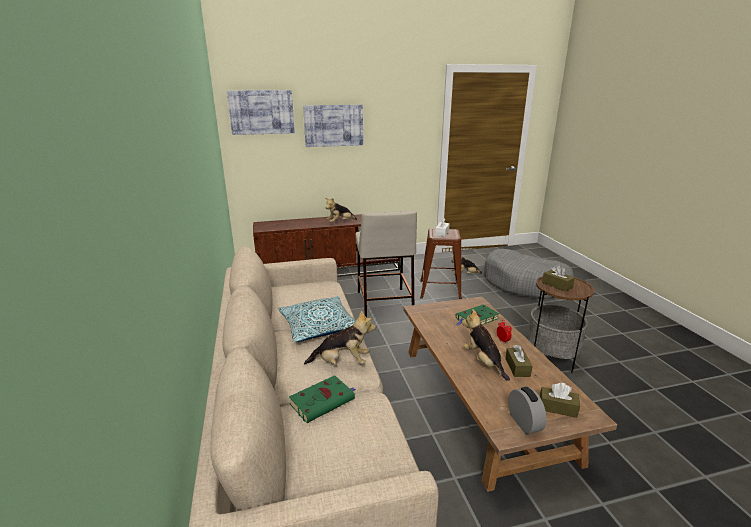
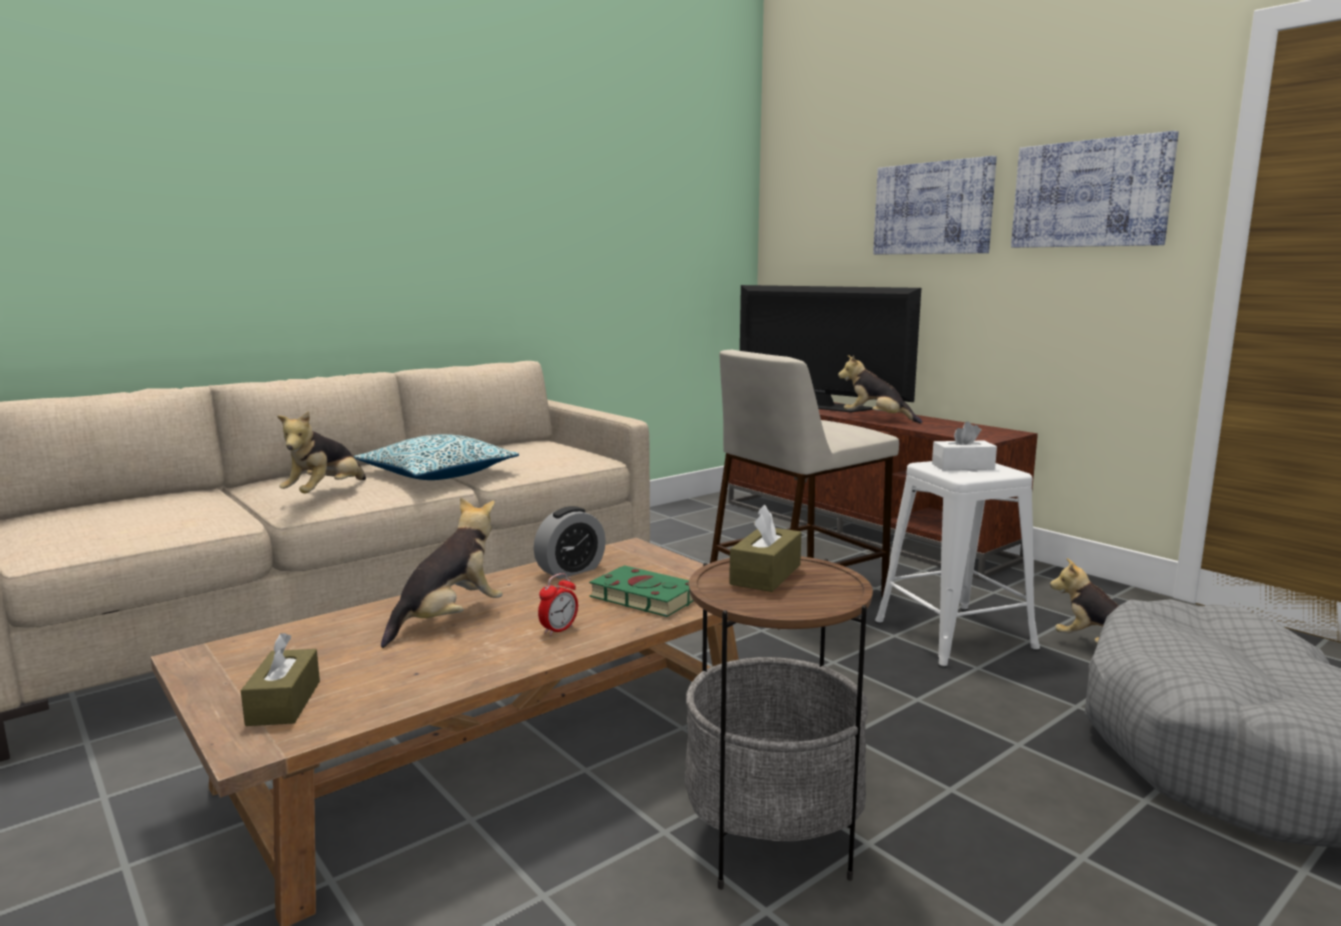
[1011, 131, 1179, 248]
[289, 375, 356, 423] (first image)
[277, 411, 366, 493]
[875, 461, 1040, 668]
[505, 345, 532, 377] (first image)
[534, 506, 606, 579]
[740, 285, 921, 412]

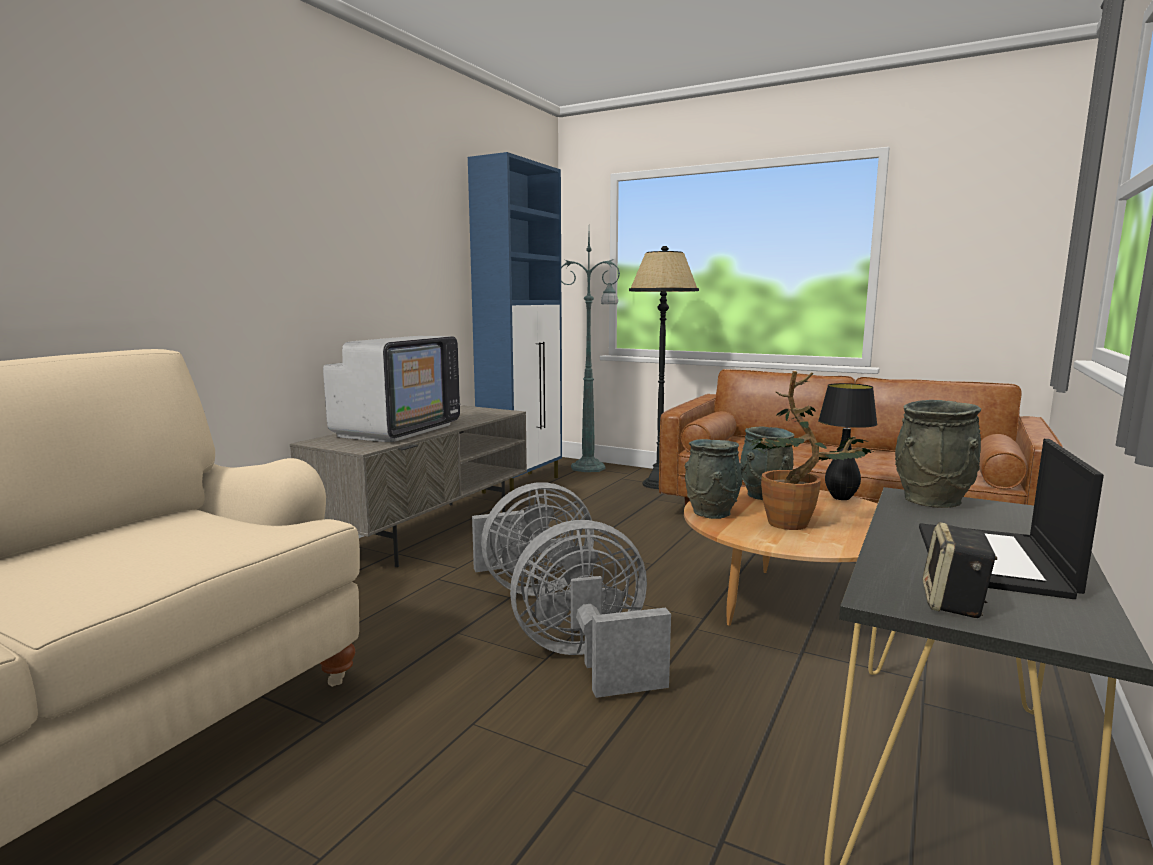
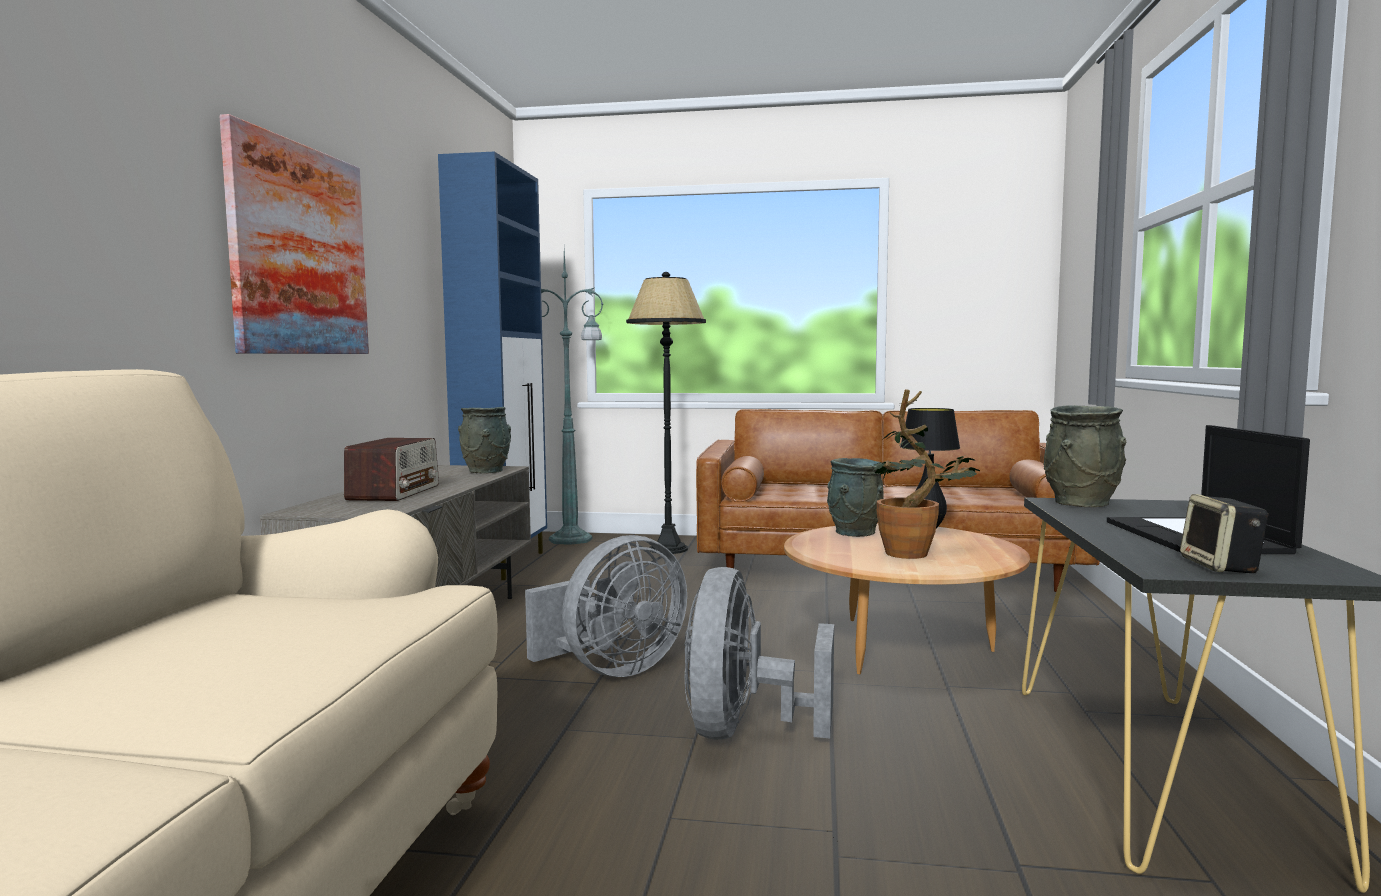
[344, 438, 439, 501]
[684, 567, 834, 740]
[458, 407, 511, 474]
[220, 114, 369, 354]

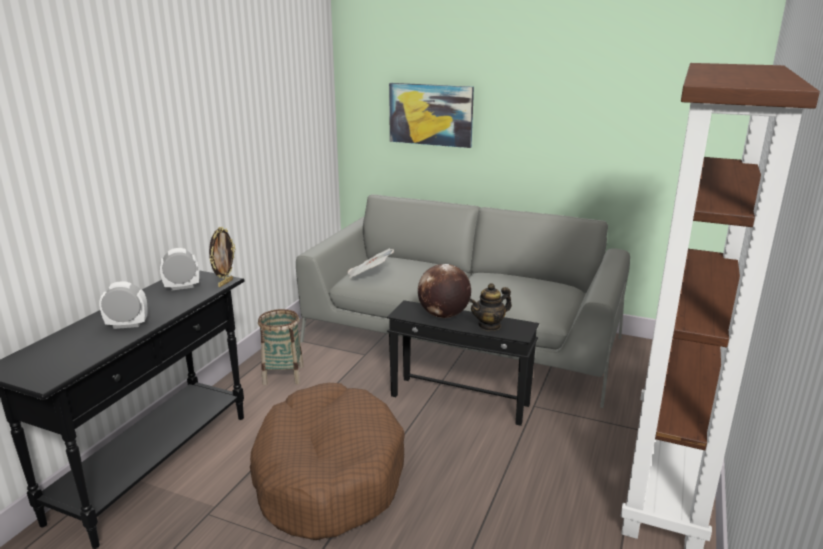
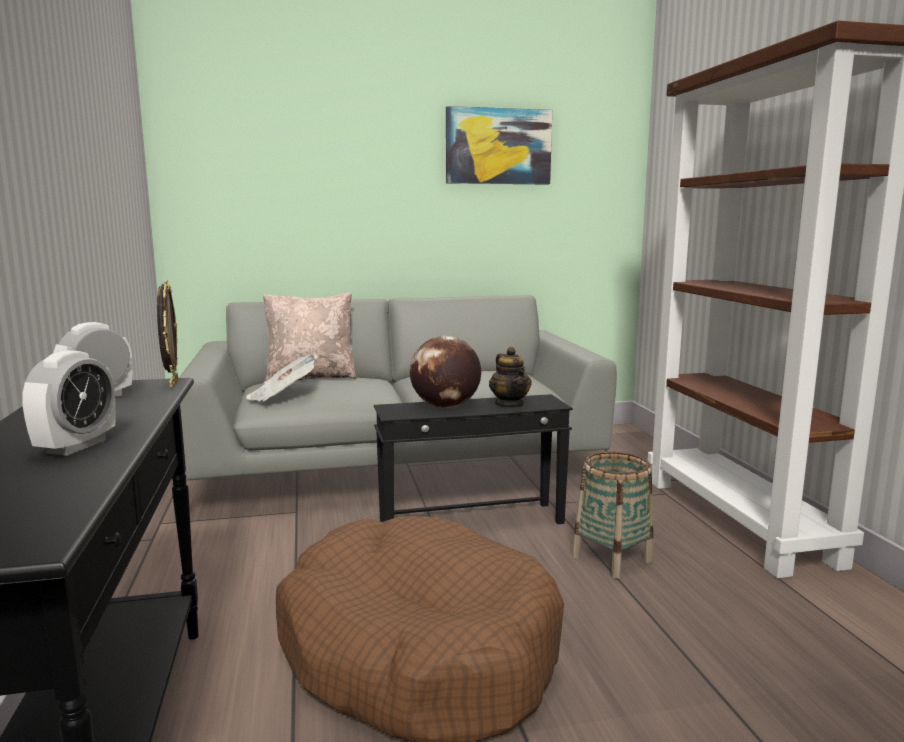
[22, 350, 116, 456]
[572, 452, 653, 579]
[446, 106, 552, 185]
[489, 347, 532, 408]
[263, 293, 357, 382]

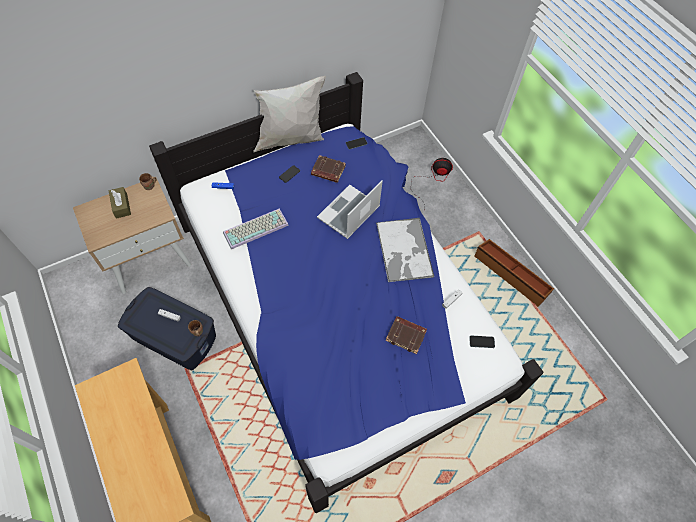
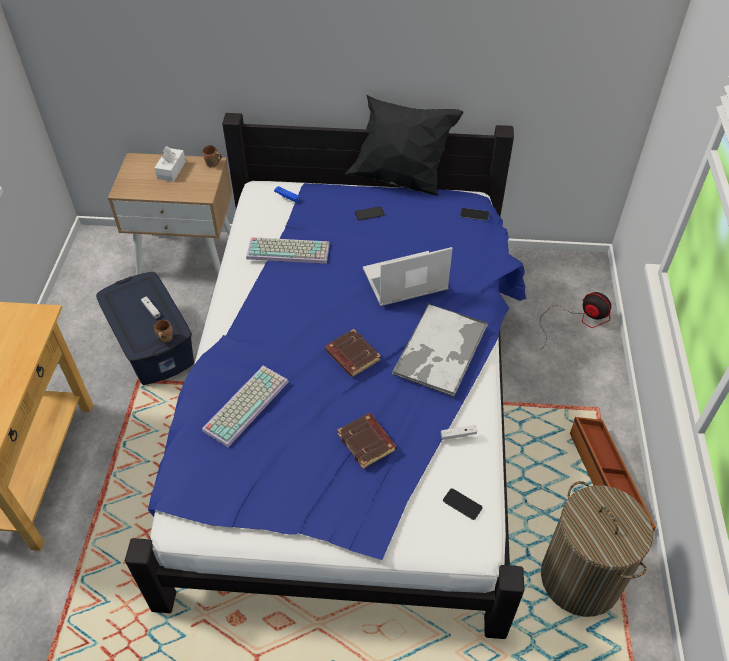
[154, 146, 186, 182]
[345, 95, 464, 196]
[325, 329, 381, 377]
[202, 366, 289, 447]
[541, 481, 653, 617]

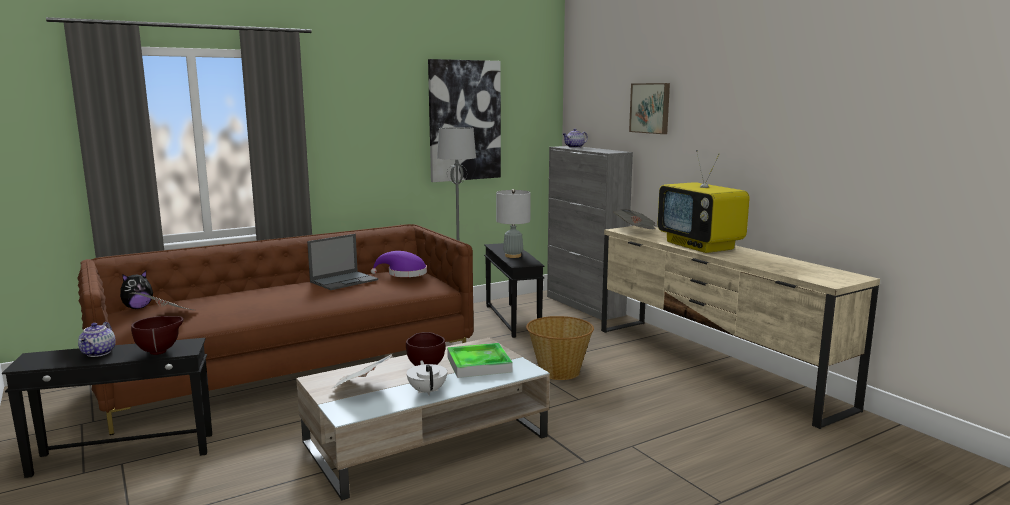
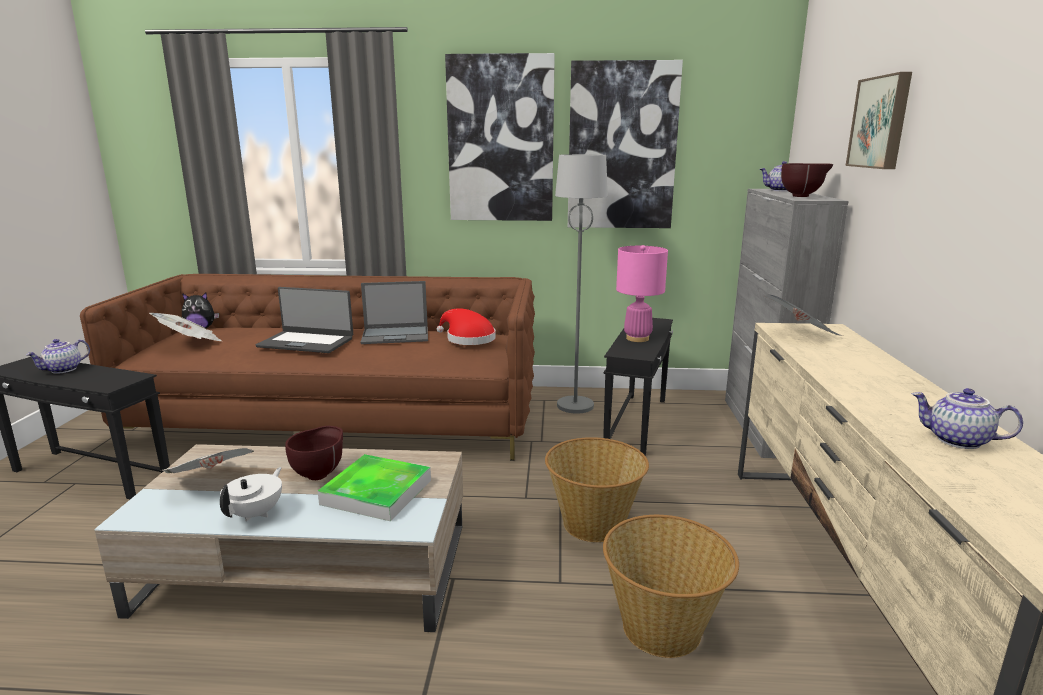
[781, 163, 833, 197]
[437, 308, 496, 345]
[616, 245, 668, 342]
[658, 150, 750, 253] (first image)
[256, 287, 353, 353]
[445, 53, 555, 221]
[603, 515, 739, 658]
[912, 388, 1023, 449]

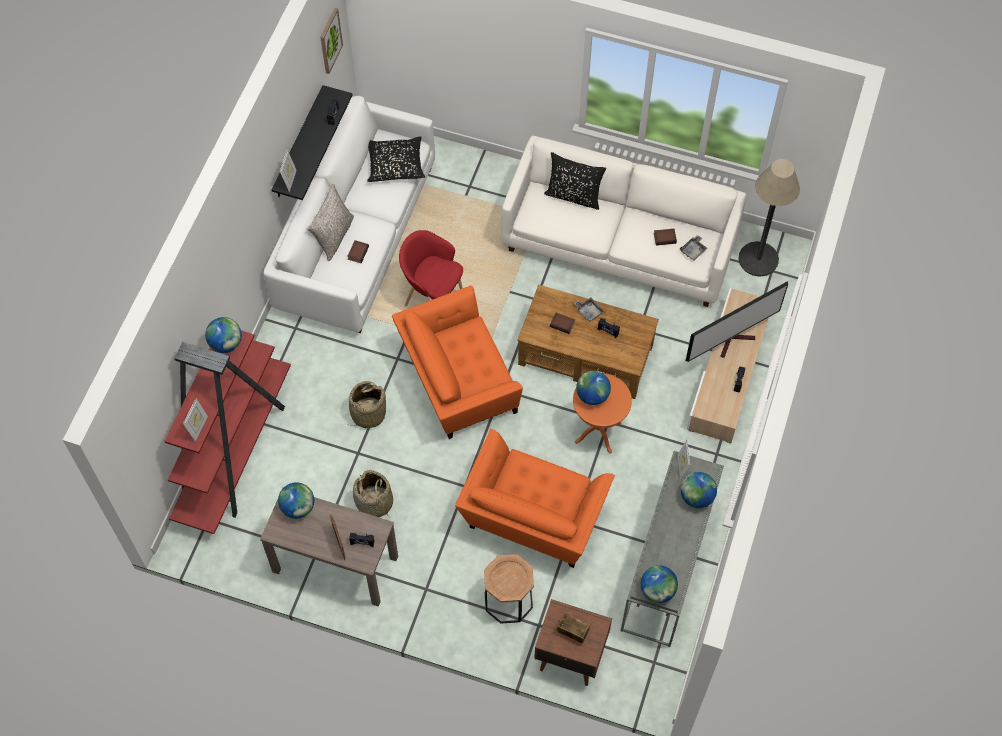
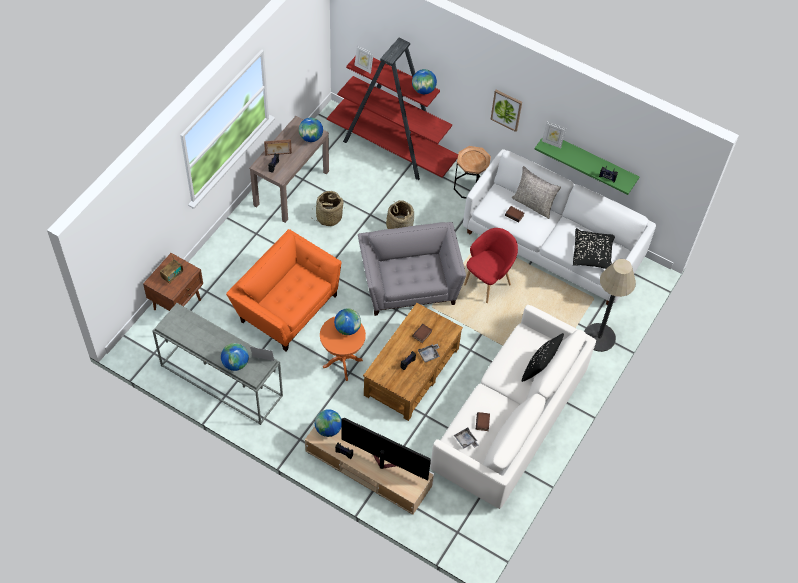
[535, 137, 639, 195]
[490, 90, 522, 132]
[358, 222, 466, 316]
[454, 146, 491, 199]
[315, 409, 341, 437]
[341, 418, 431, 481]
[584, 259, 636, 352]

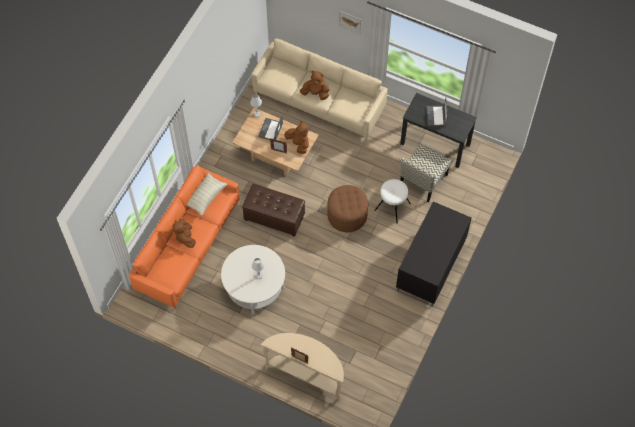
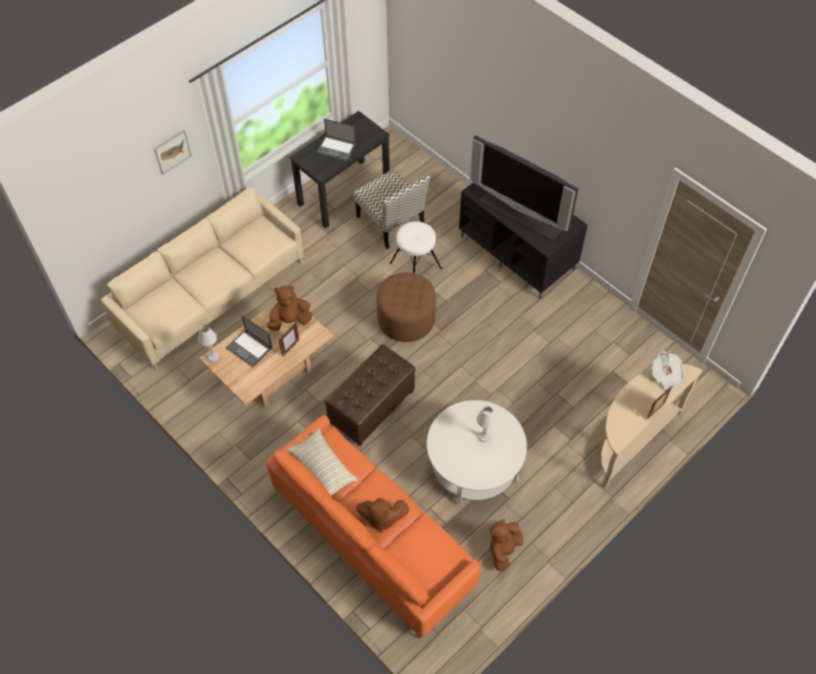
[490, 519, 523, 571]
[470, 135, 579, 241]
[652, 351, 684, 392]

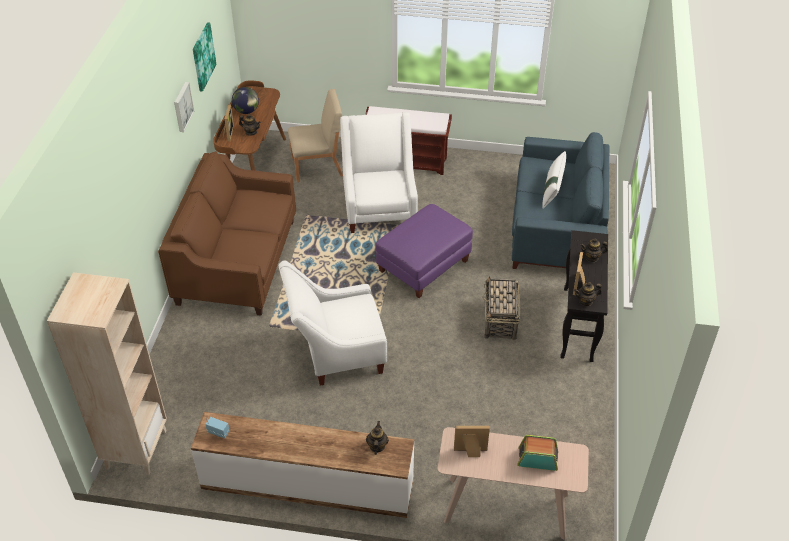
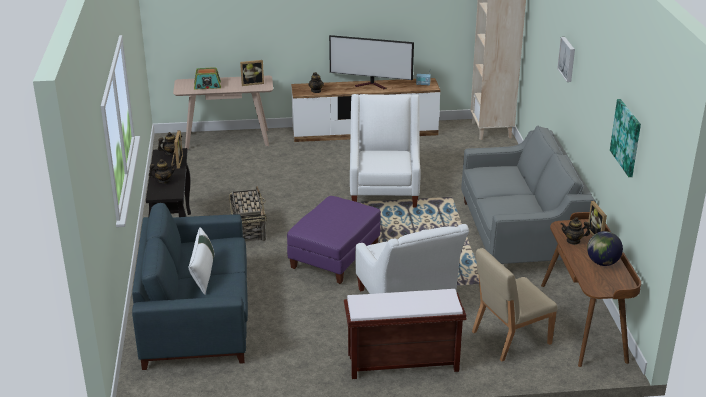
[461, 126, 596, 264]
[557, 37, 575, 82]
[350, 94, 420, 208]
[329, 35, 414, 89]

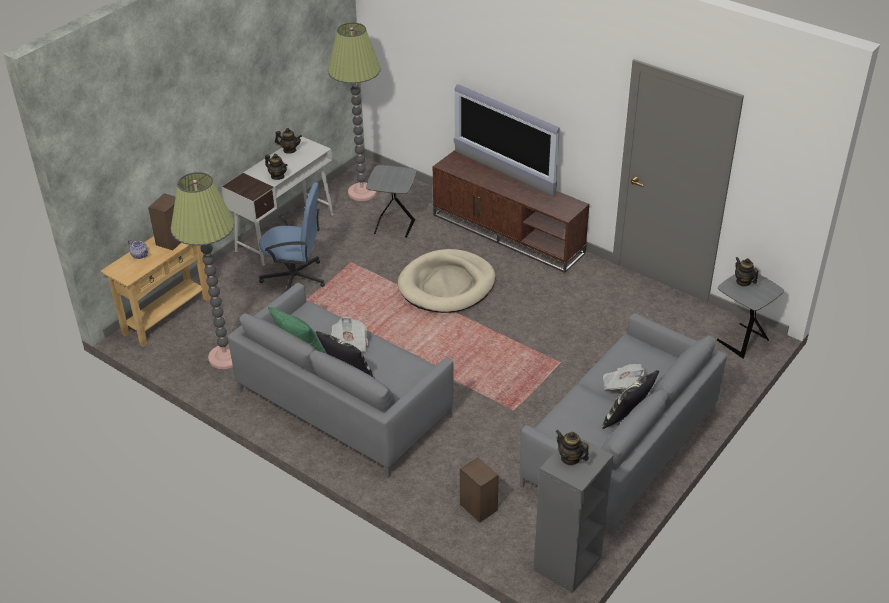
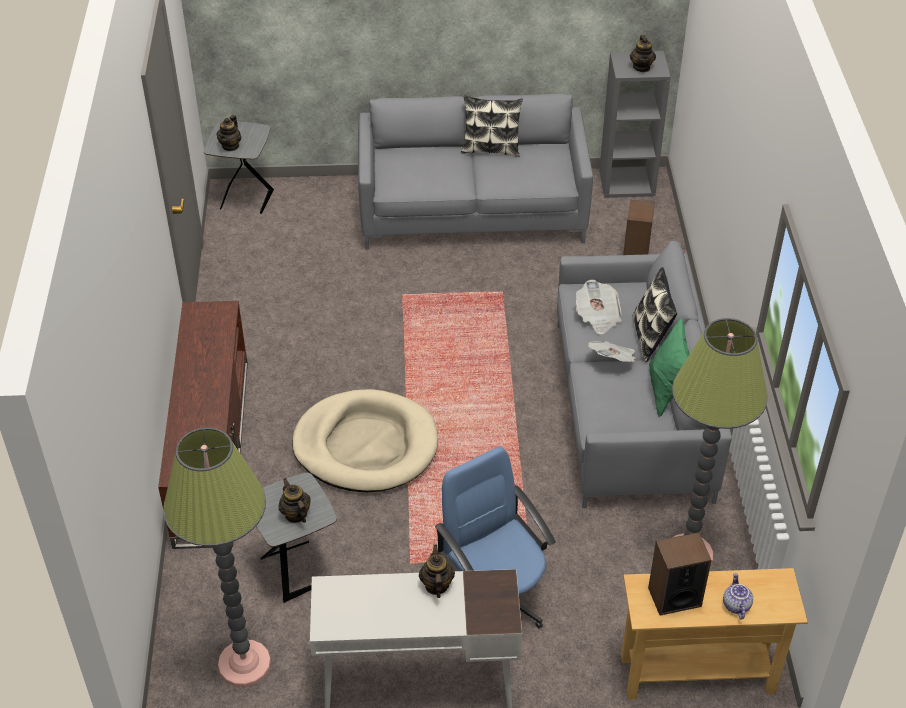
[278, 478, 311, 523]
[454, 84, 560, 198] (first image)
[576, 280, 622, 335]

